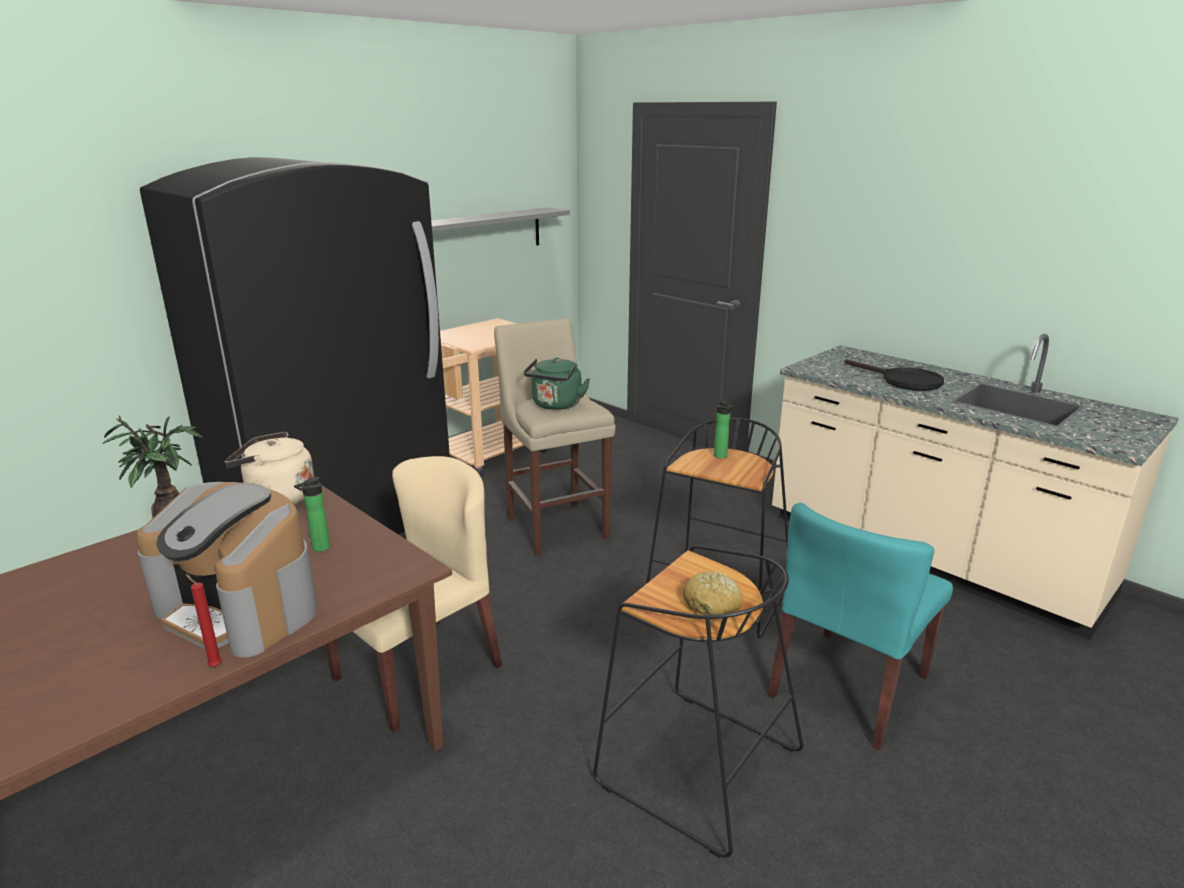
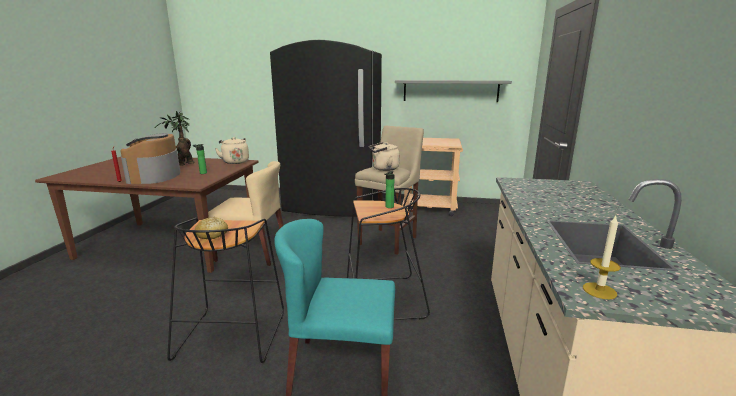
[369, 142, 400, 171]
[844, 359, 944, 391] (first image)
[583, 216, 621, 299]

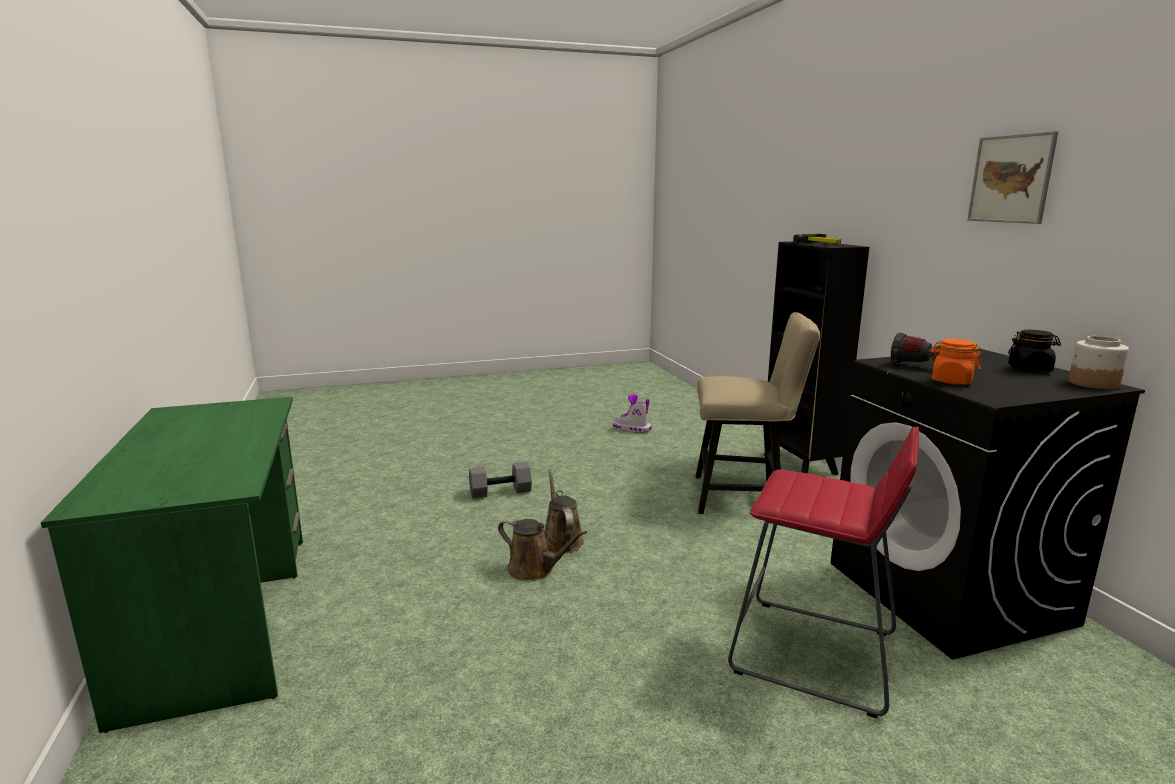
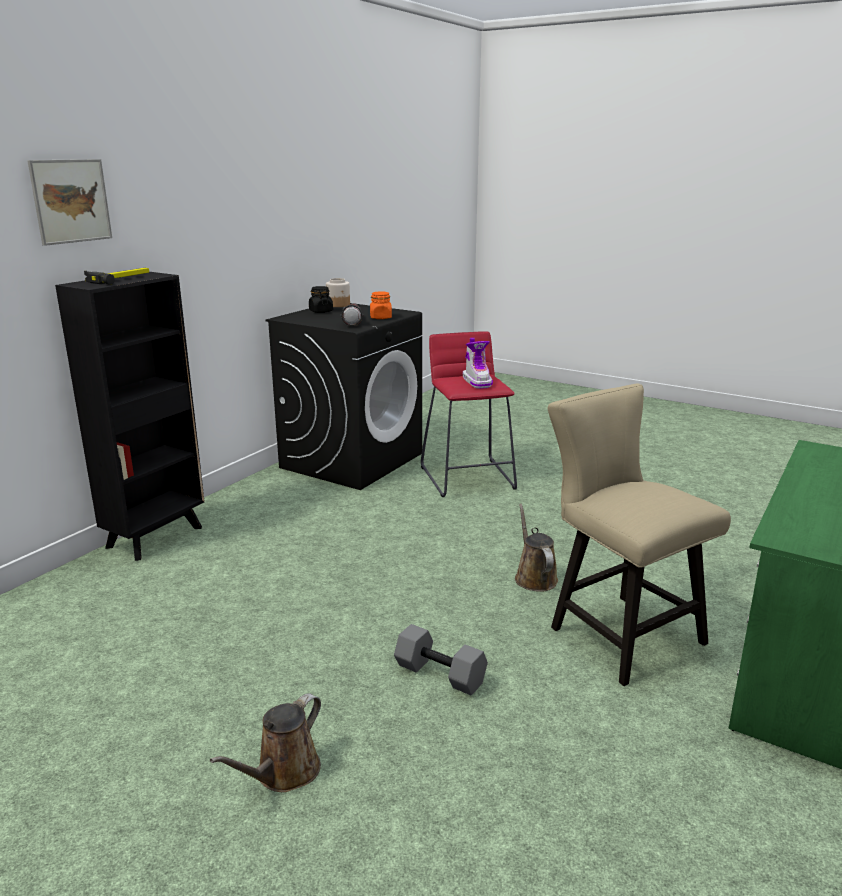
[210, 693, 321, 792]
[463, 338, 493, 389]
[548, 384, 731, 686]
[27, 159, 112, 246]

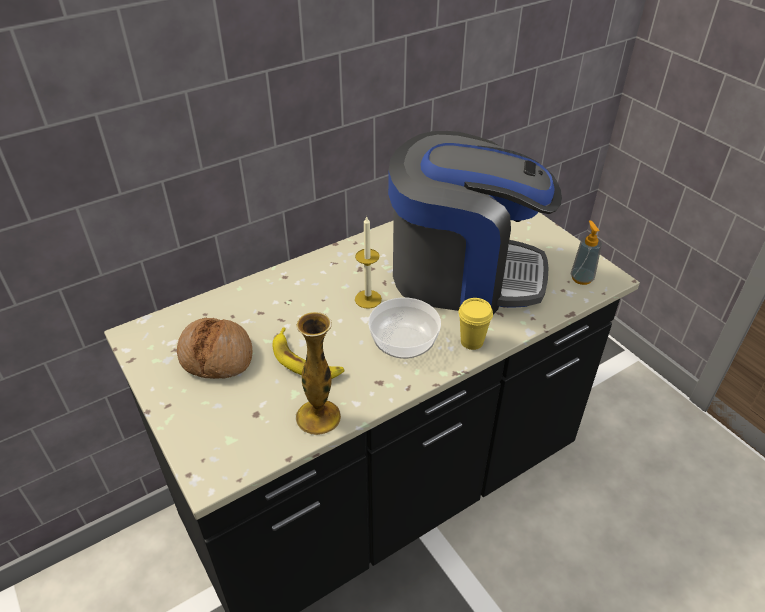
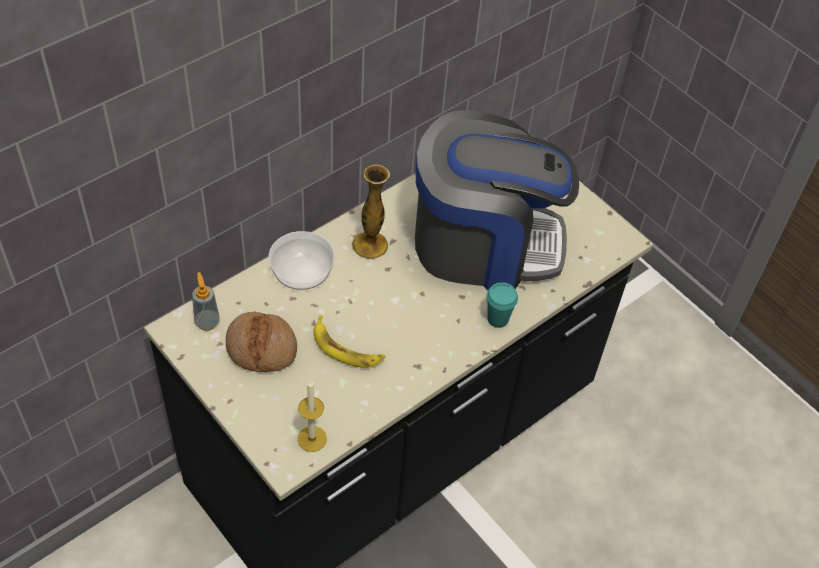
[352, 164, 390, 259]
[298, 379, 327, 452]
[269, 231, 335, 290]
[486, 282, 518, 328]
[192, 272, 220, 331]

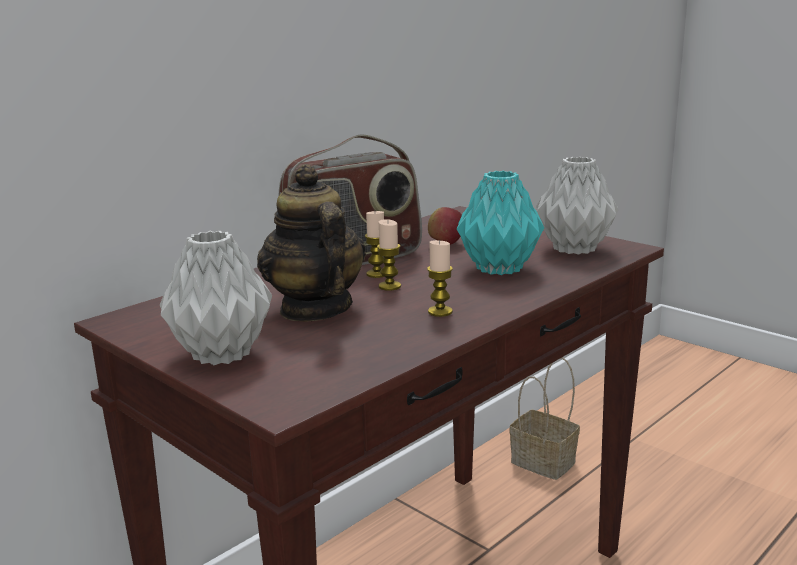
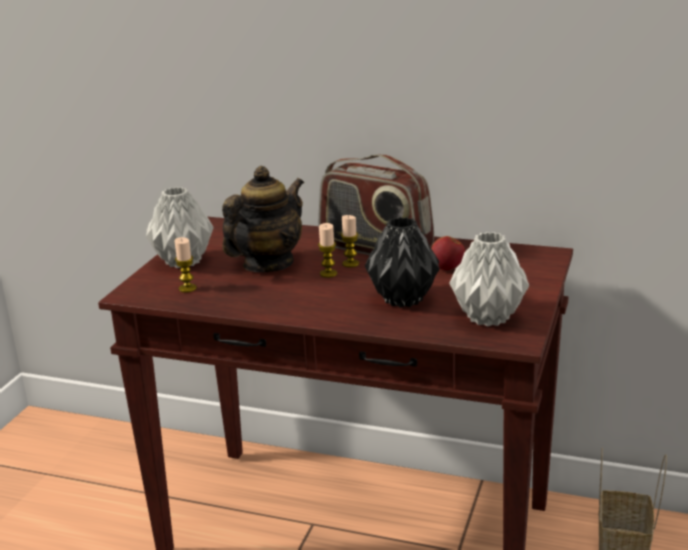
[174, 237, 197, 293]
[365, 217, 439, 308]

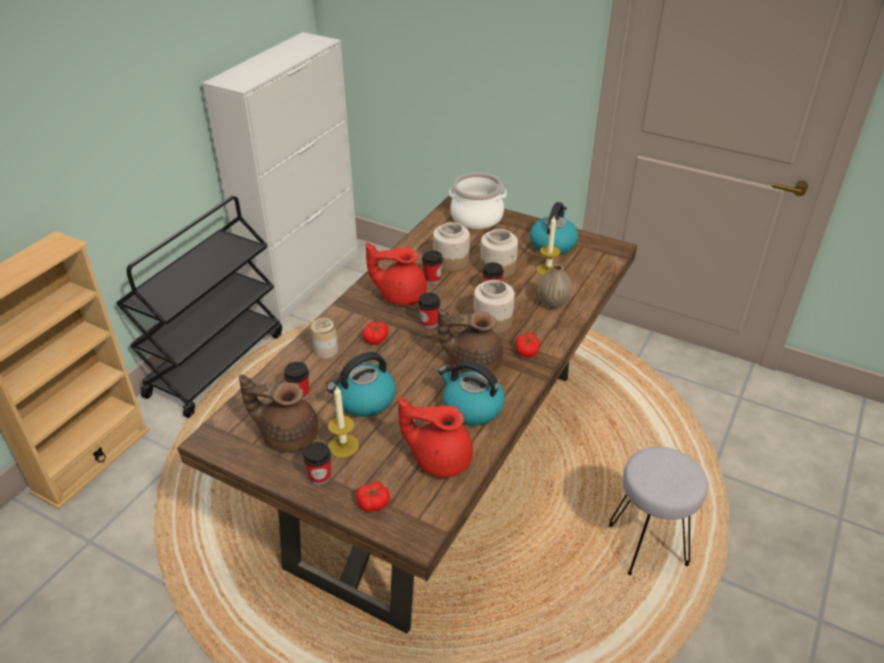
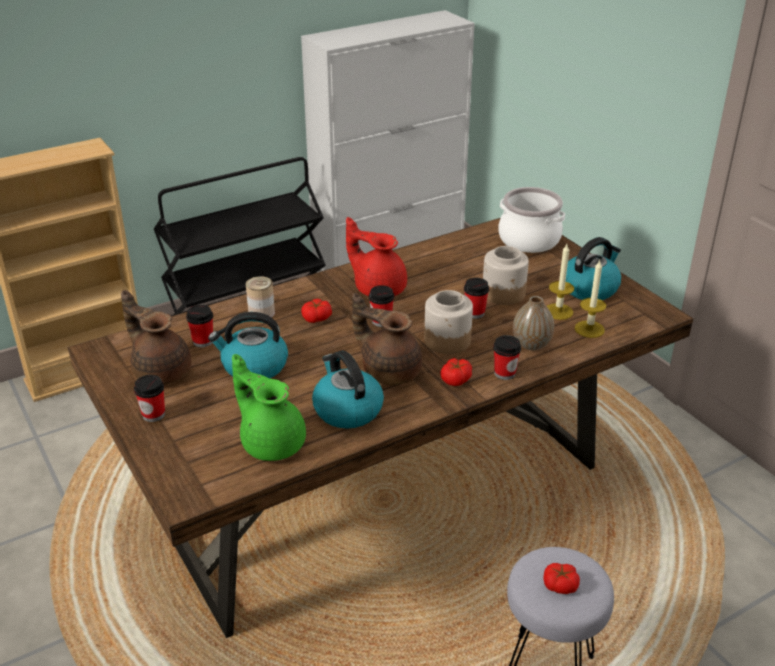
[575, 260, 606, 338]
[544, 563, 580, 594]
[232, 354, 306, 461]
[493, 335, 521, 380]
[433, 222, 470, 272] (first image)

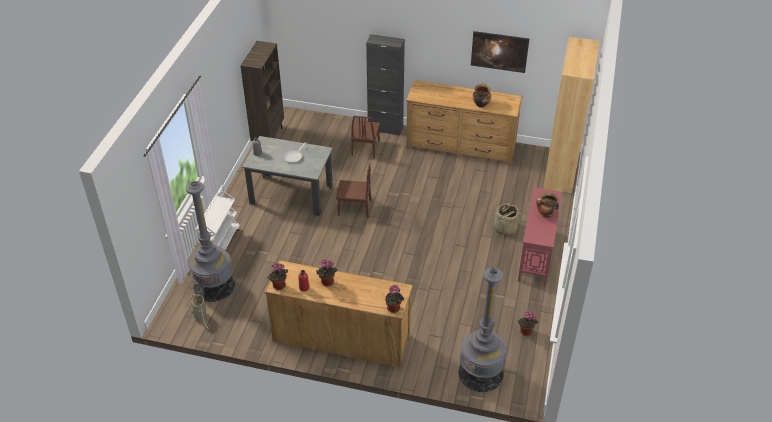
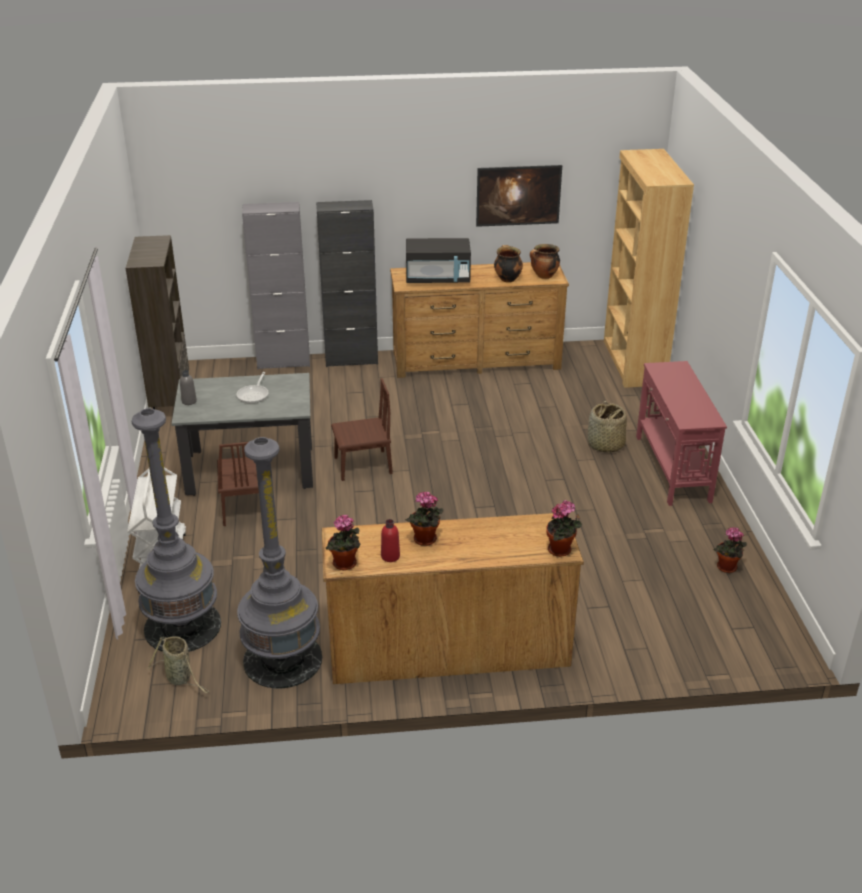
[217, 442, 259, 526]
[237, 437, 322, 688]
[530, 244, 560, 279]
[242, 202, 310, 370]
[406, 238, 471, 283]

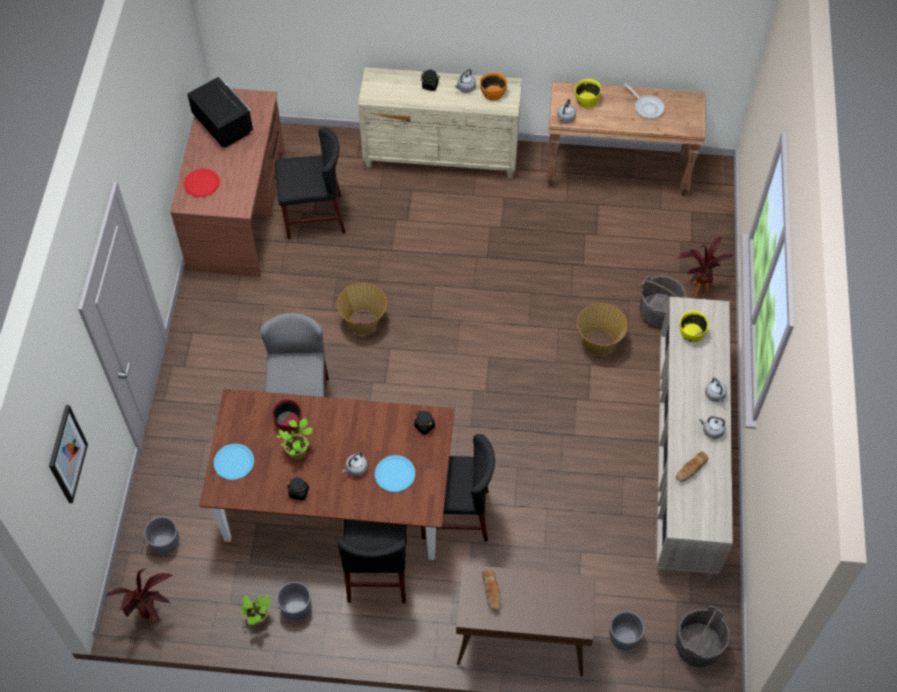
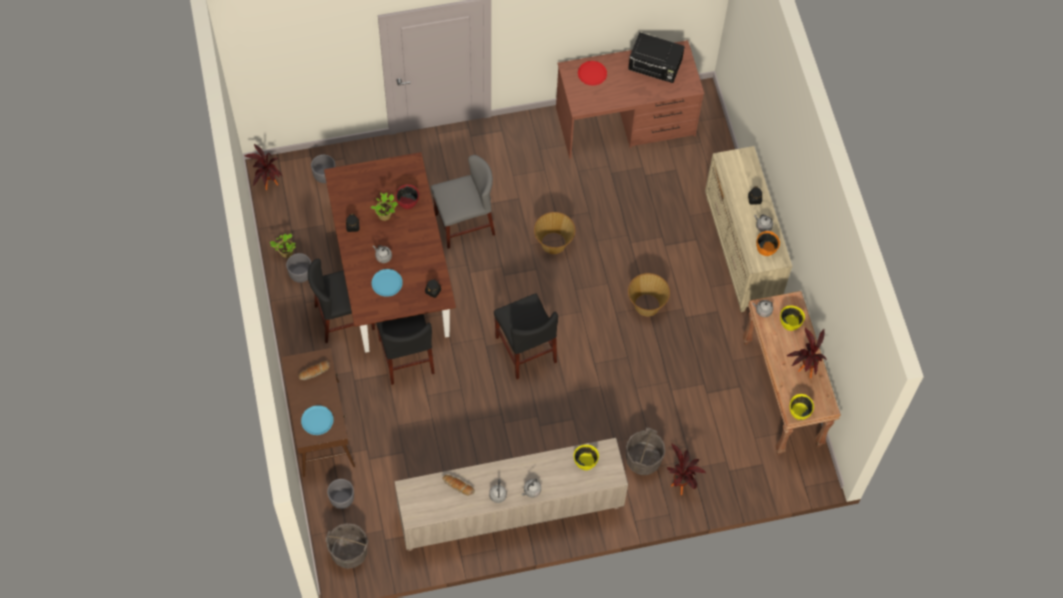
[49, 405, 88, 503] (first image)
[628, 32, 685, 83]
[301, 405, 333, 435]
[494, 293, 558, 379]
[628, 273, 670, 316]
[786, 327, 827, 378]
[790, 394, 814, 420]

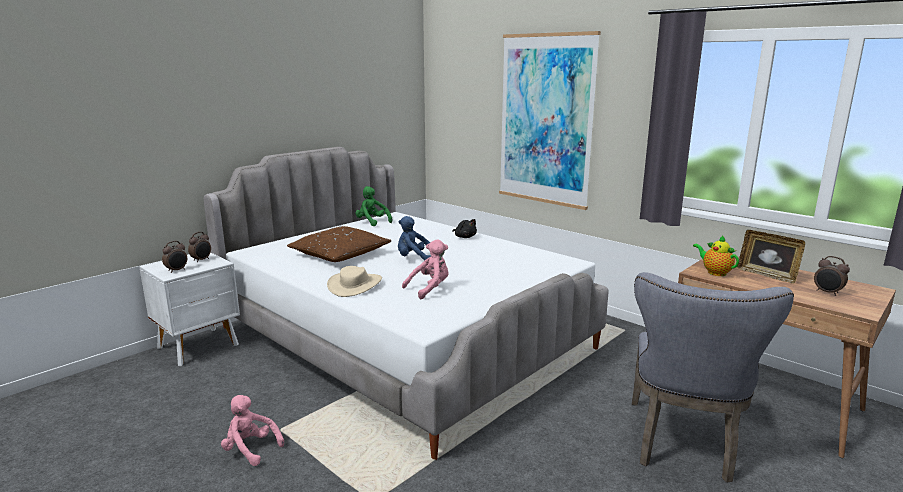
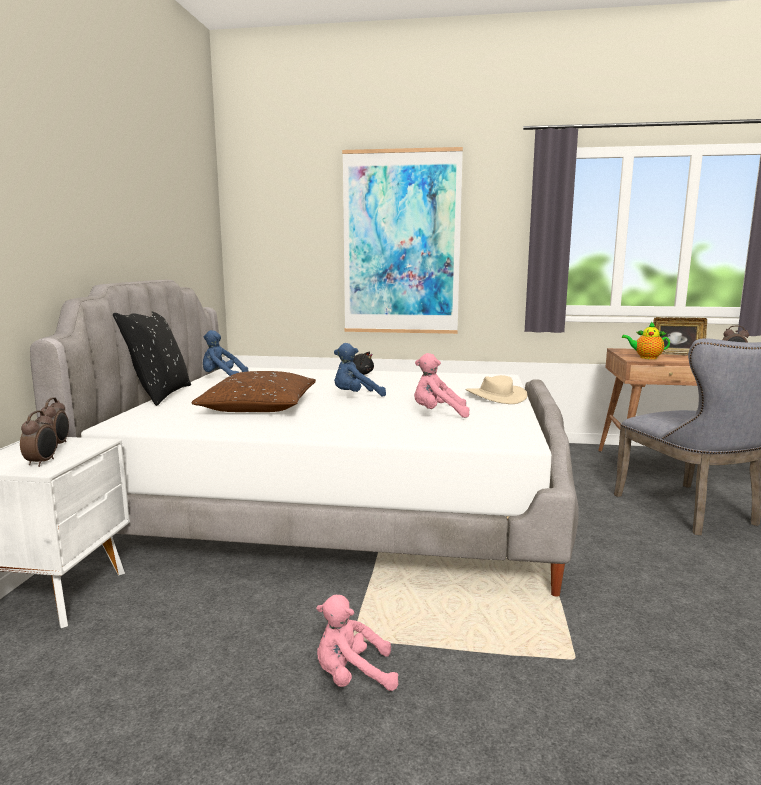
[465, 375, 527, 404]
[203, 330, 248, 376]
[414, 353, 470, 418]
[113, 311, 191, 406]

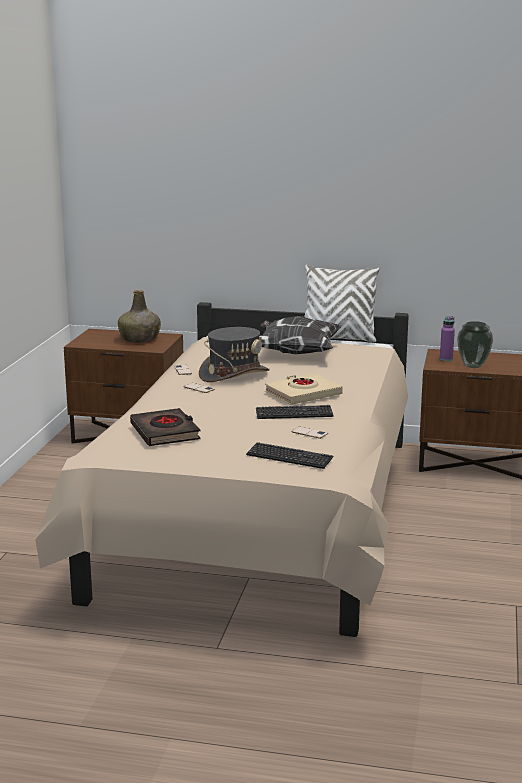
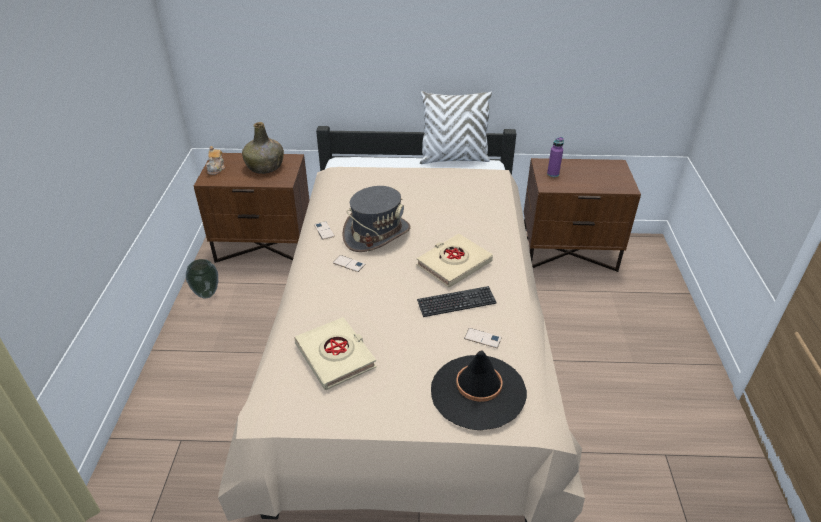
[294, 317, 376, 390]
[431, 350, 527, 430]
[260, 316, 341, 354] (first image)
[186, 259, 218, 298]
[206, 146, 225, 175]

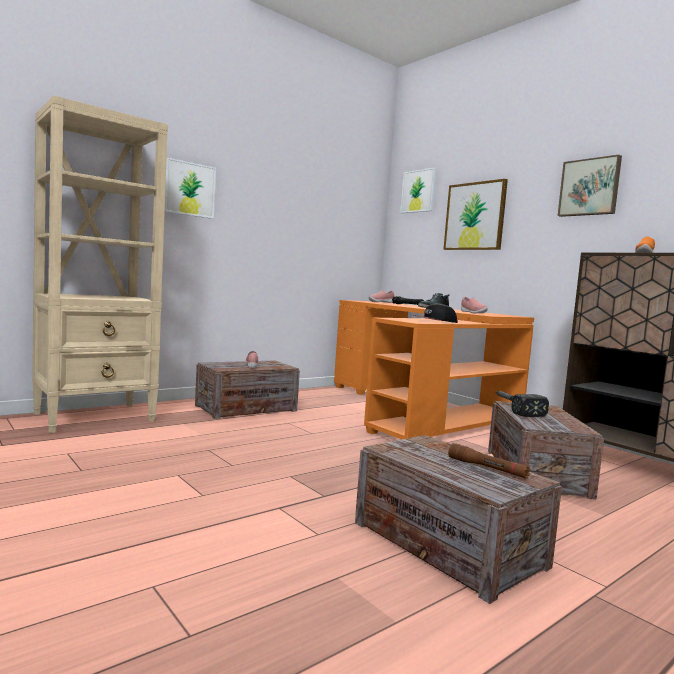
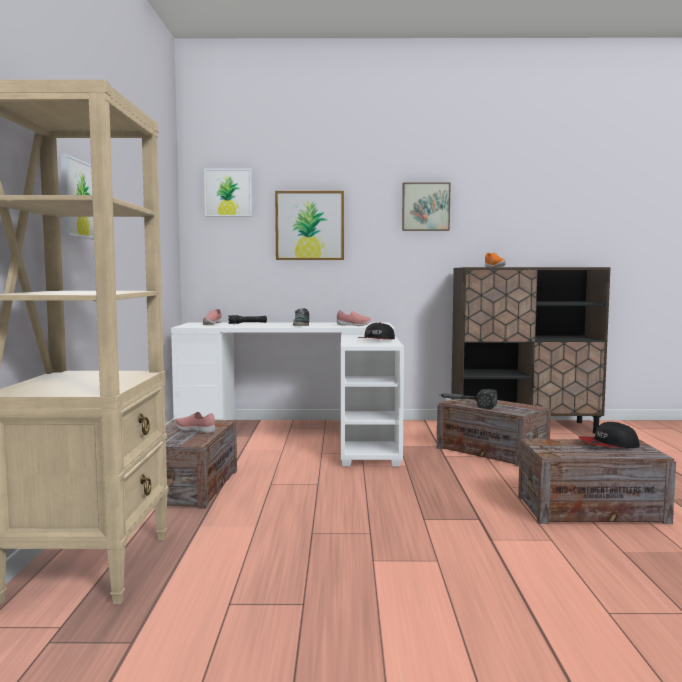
[171, 322, 404, 466]
[578, 422, 640, 448]

